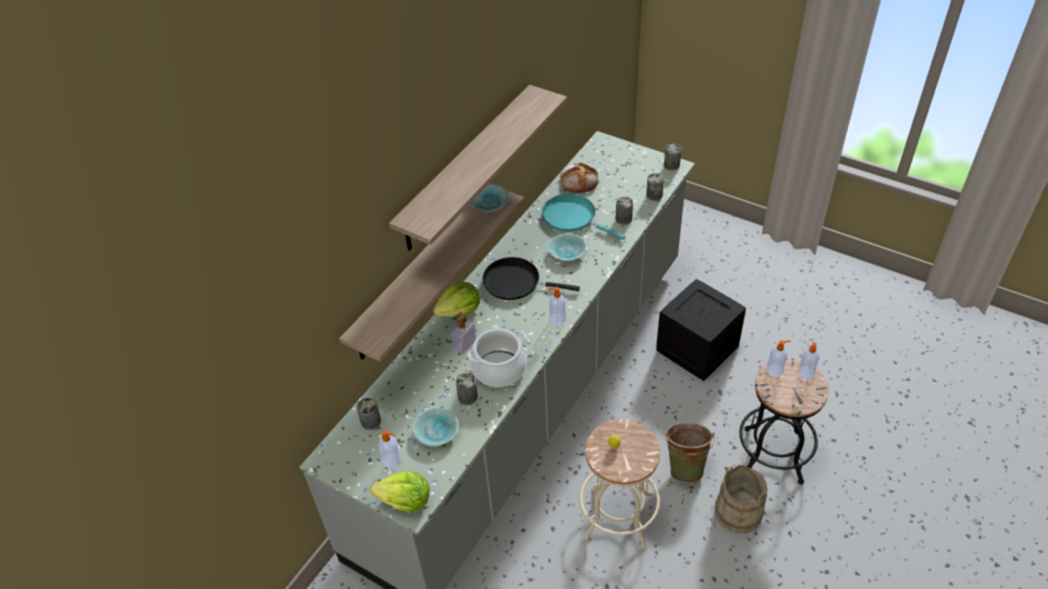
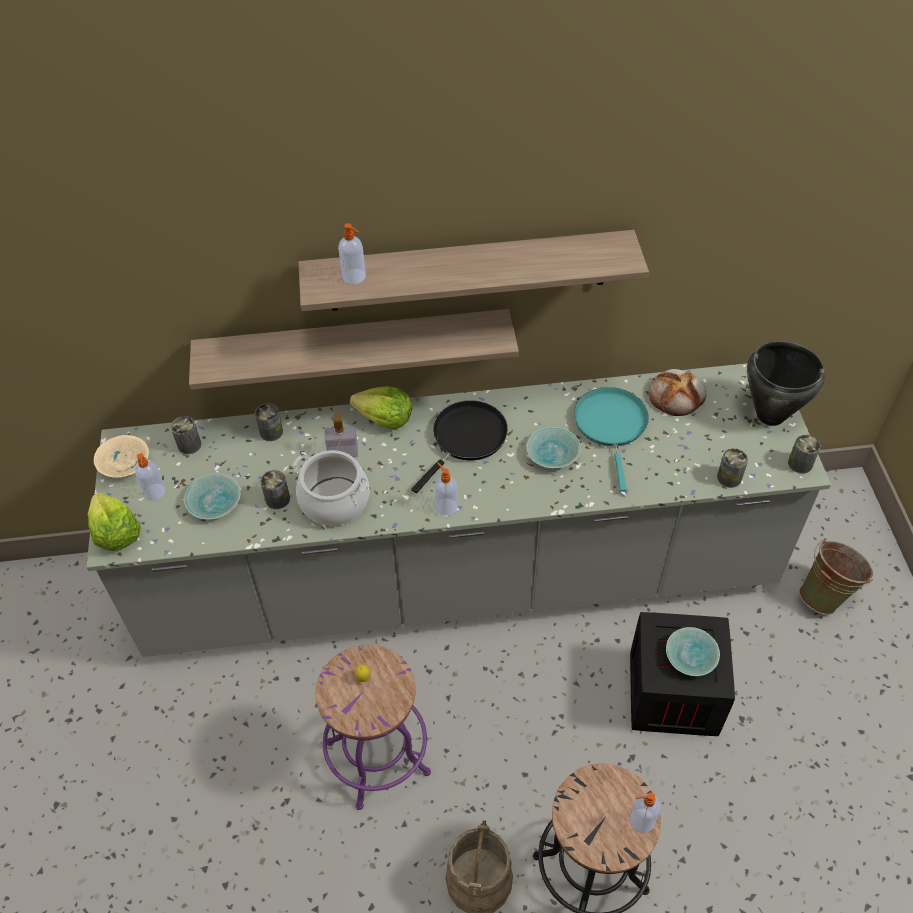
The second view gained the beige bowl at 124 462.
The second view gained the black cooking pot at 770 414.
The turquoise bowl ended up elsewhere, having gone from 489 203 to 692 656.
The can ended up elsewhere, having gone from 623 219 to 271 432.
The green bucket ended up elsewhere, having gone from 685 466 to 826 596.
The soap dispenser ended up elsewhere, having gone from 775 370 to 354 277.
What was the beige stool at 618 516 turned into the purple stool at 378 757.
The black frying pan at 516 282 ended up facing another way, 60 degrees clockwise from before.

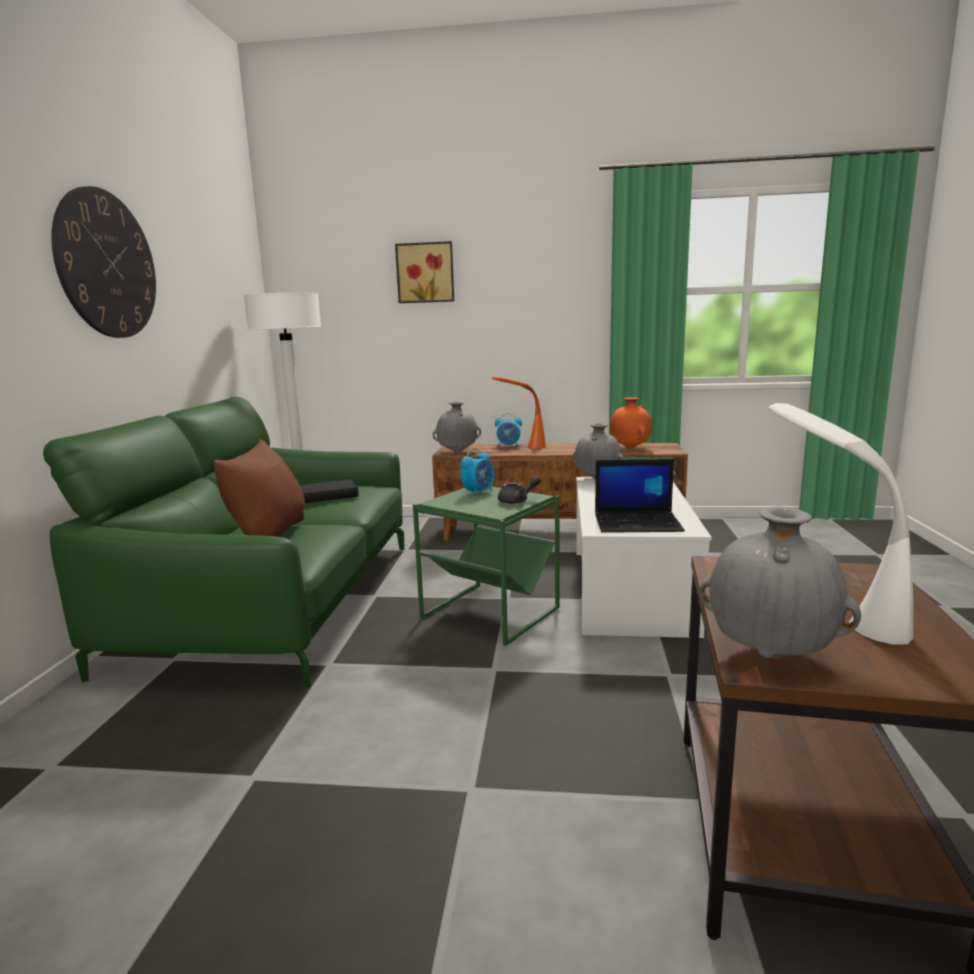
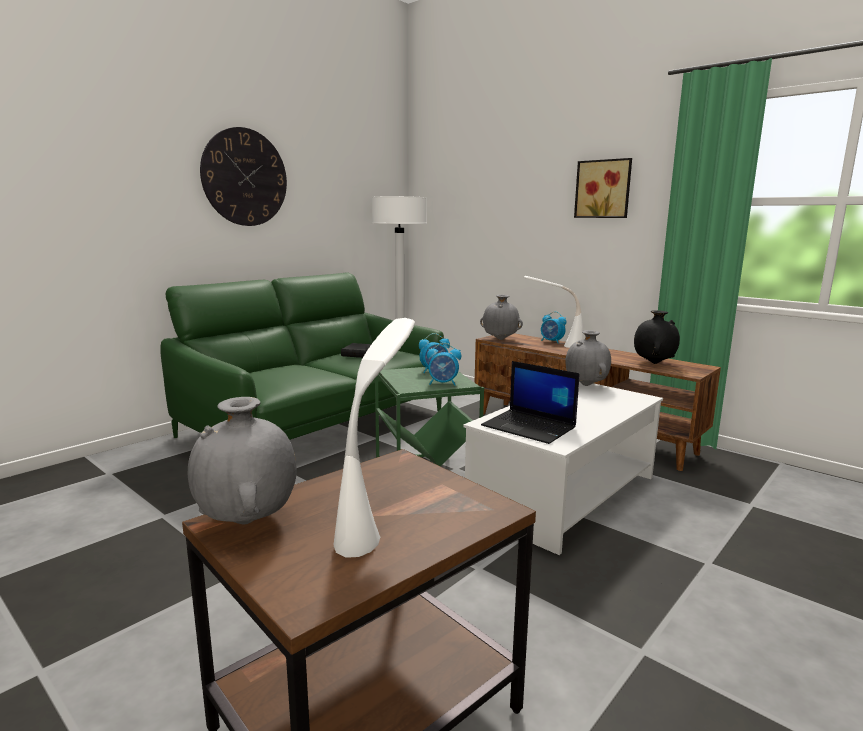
The second view lost the brown pillow at 269 535.
The picture ended up elsewhere, having gone from 425 273 to 603 189.
Where the grey teapot stood at 517 501, the alarm clock came to stand at 443 383.
What was the orange table lamp at 520 450 turned into the white table lamp at 552 347.
What was the orange vase at 629 448 turned into the black vase at 653 363.

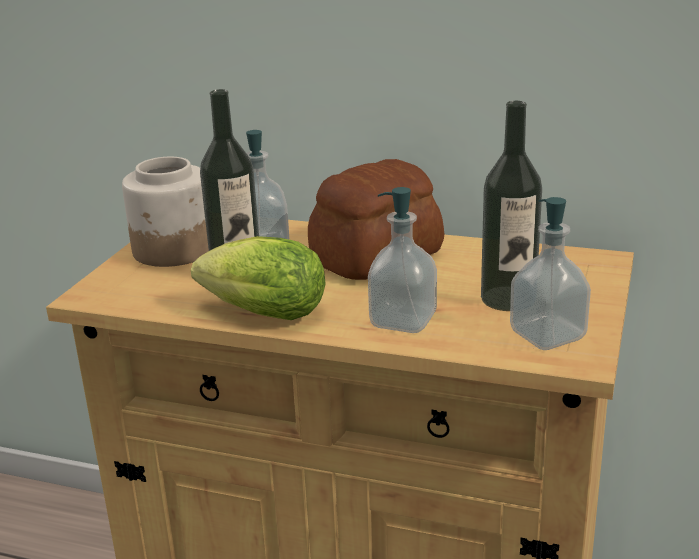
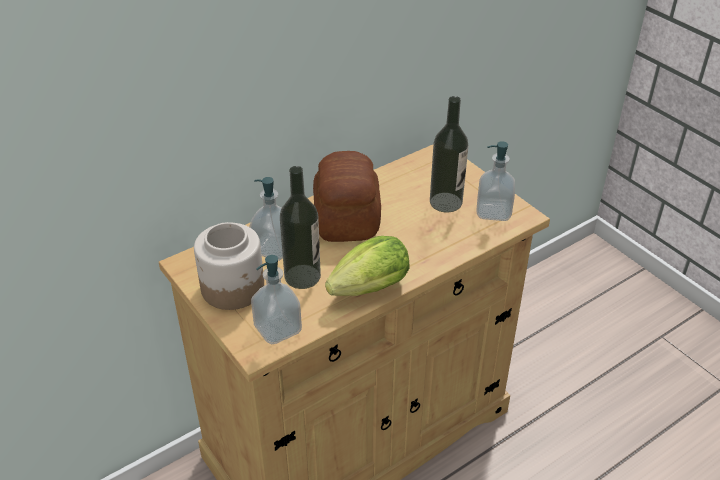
The soap dispenser ended up elsewhere, having gone from 403 320 to 278 329.

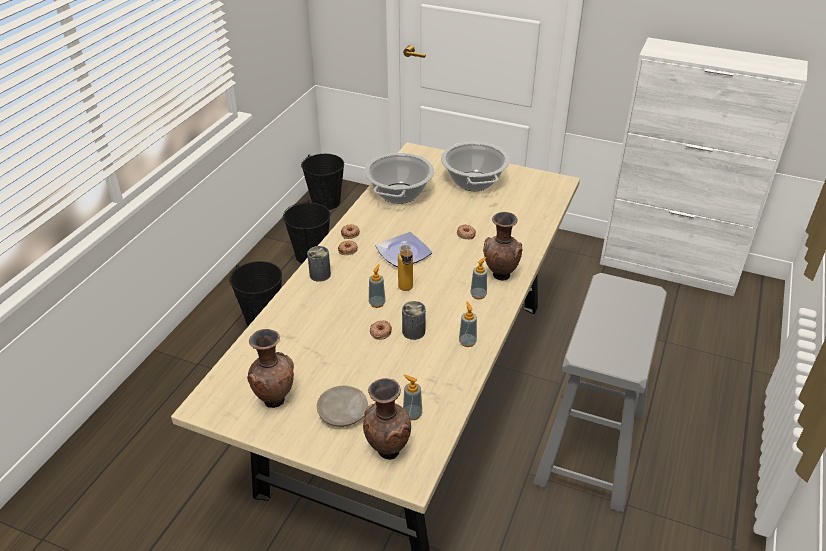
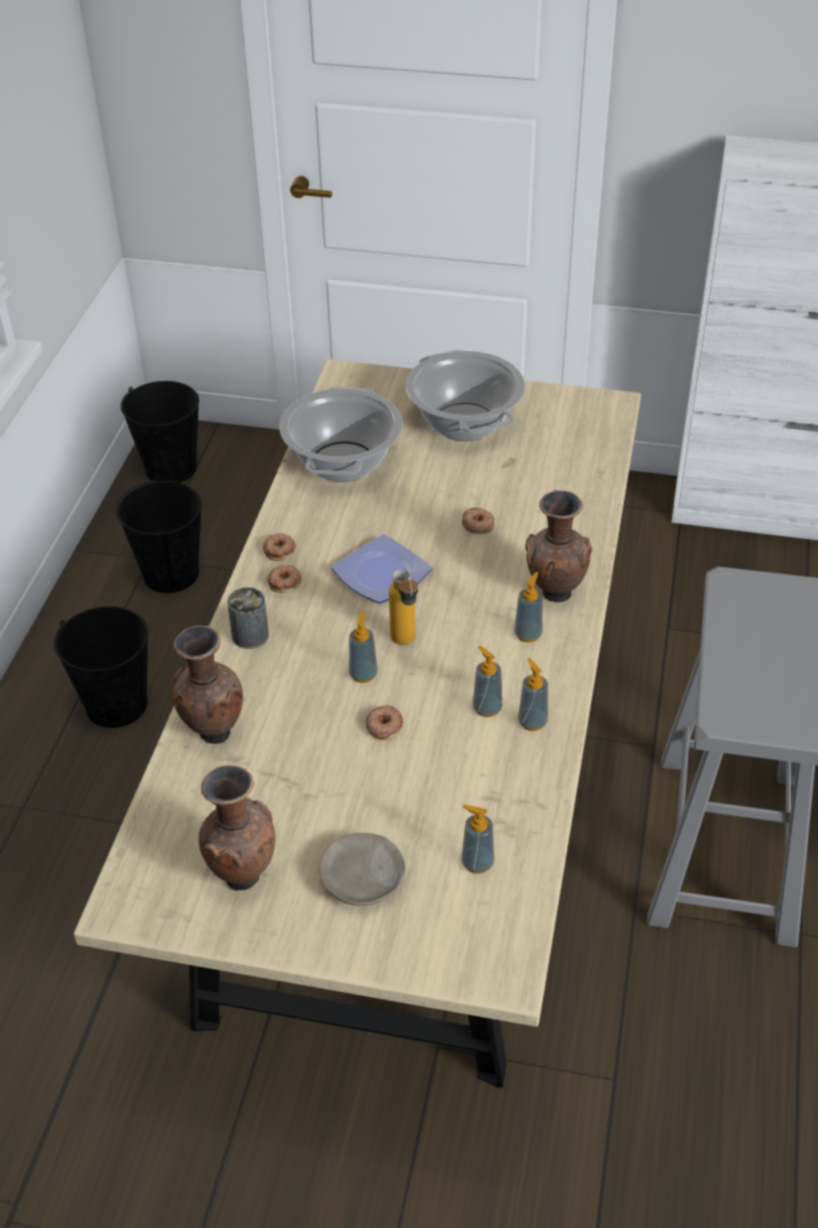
The second view lost the can at 413 331.
The second view gained the soap dispenser at 487 708.
The brown vase ended up elsewhere, having gone from 387 451 to 212 733.

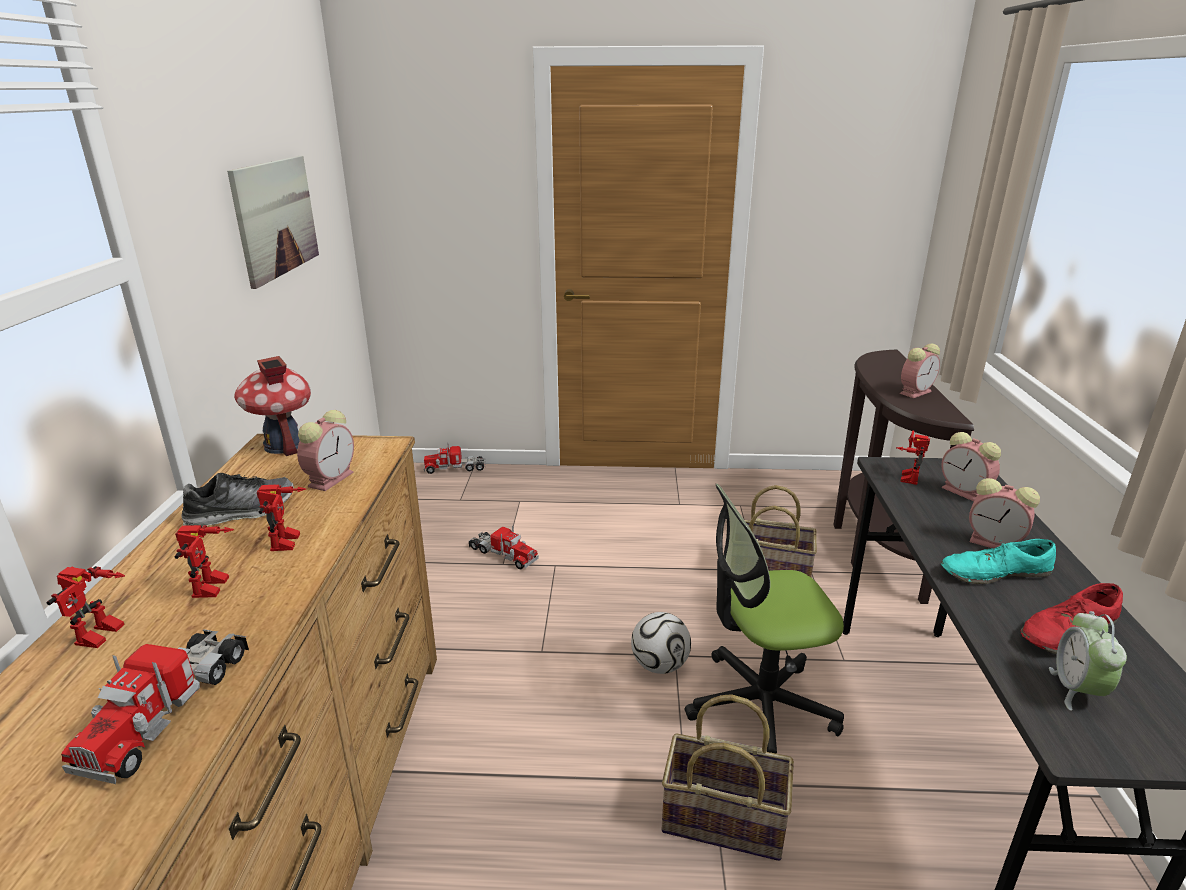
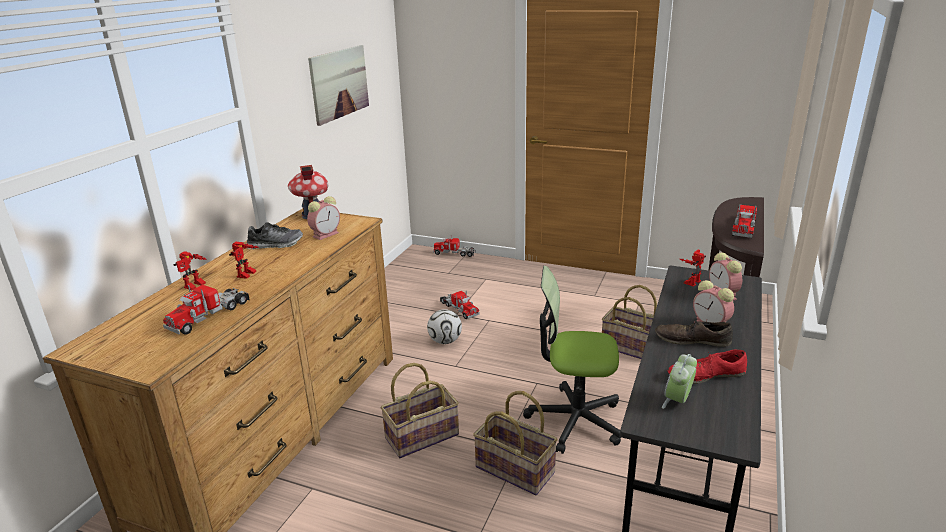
The second view lost the toy robot at 289 543.
The second view gained the basket at 422 435.
The football ended up elsewhere, having gone from 660 665 to 445 341.
Where the alarm clock stood at 916 392, the toy truck came to stand at 744 227.
What was the turquoise shoe at 994 572 turned into the brown shoe at 692 340.

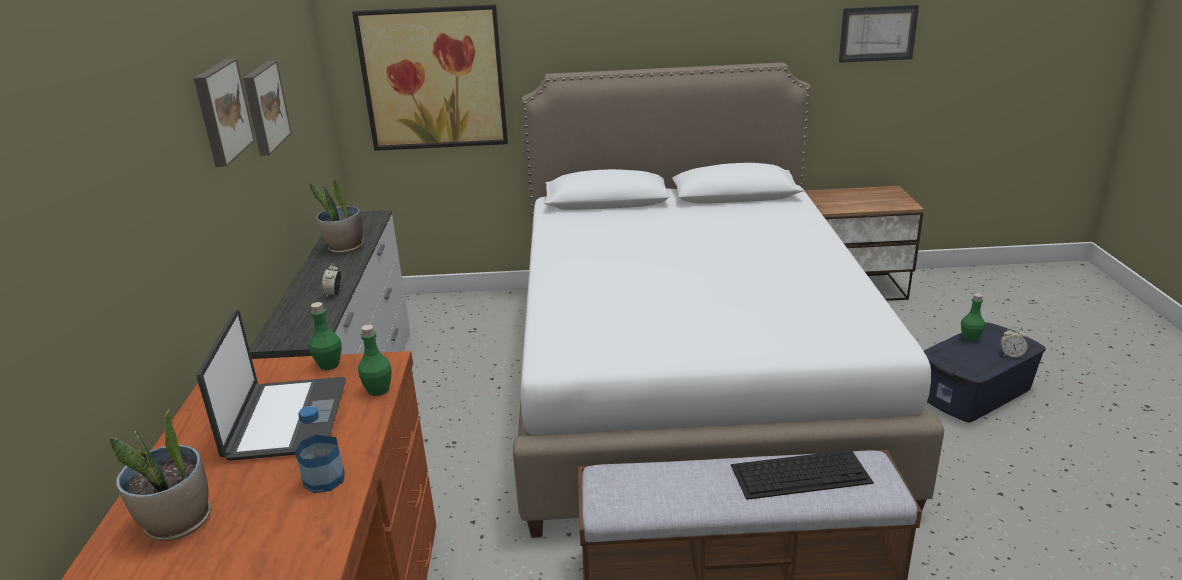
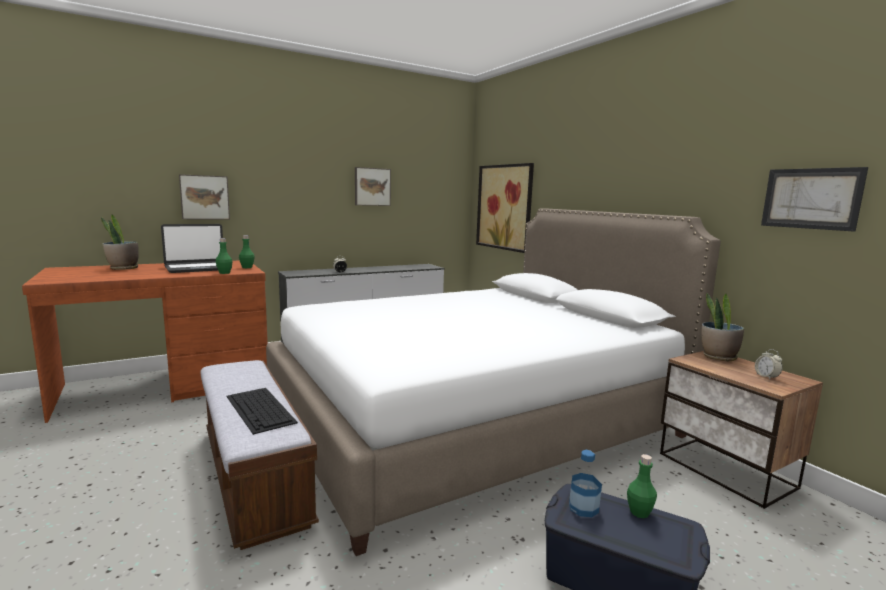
The picture ended up elsewhere, having gone from 220 111 to 204 197.
The bottle ended up elsewhere, having gone from 324 479 to 583 508.
The potted plant ended up elsewhere, having gone from 345 248 to 718 357.
The alarm clock ended up elsewhere, having gone from 1011 354 to 766 377.

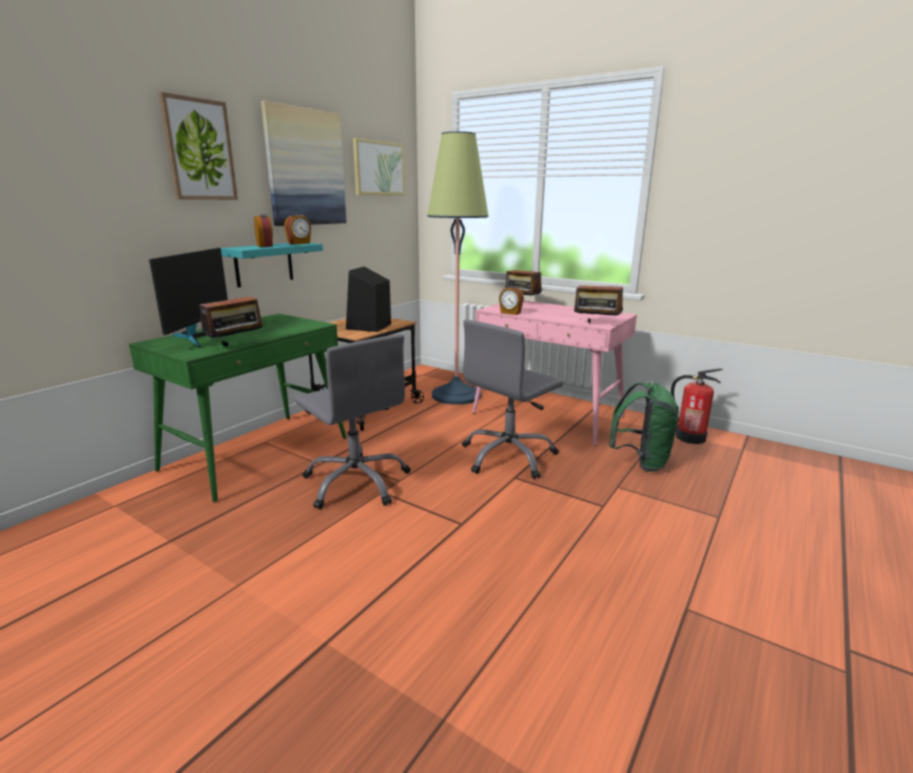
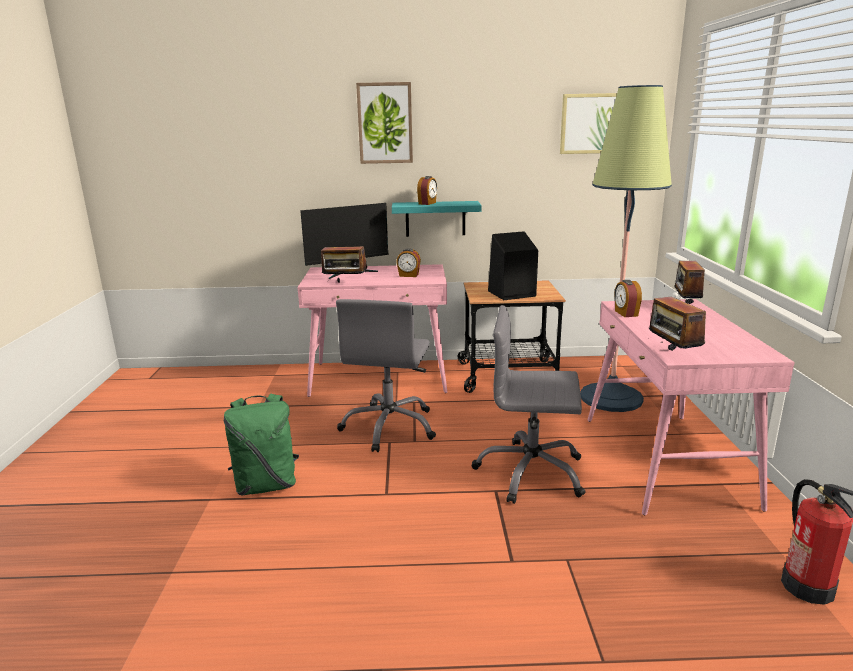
The second view lost the picture at 305 168.
The alarm clock ended up elsewhere, having gone from 299 243 to 408 275.
The green backpack ended up elsewhere, having gone from 641 462 to 266 485.
What was the green desk at 257 453 turned into the pink desk at 380 377.

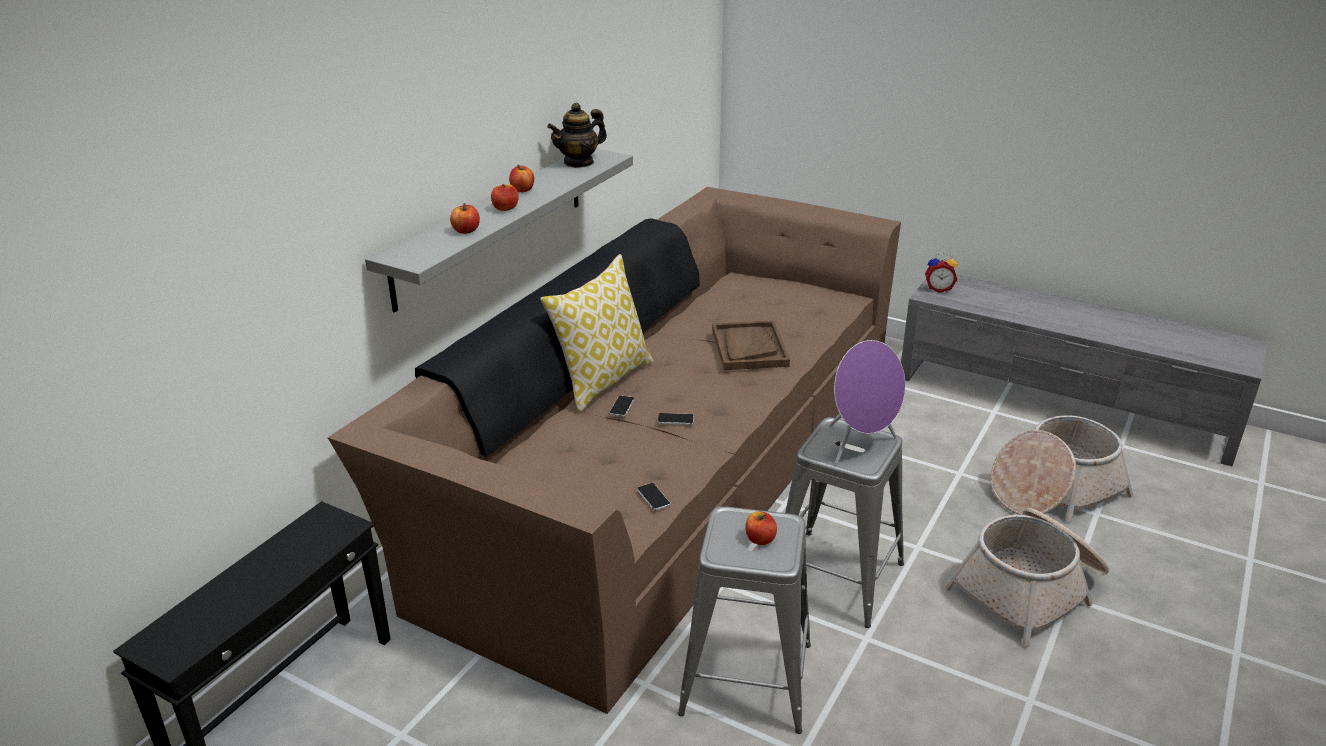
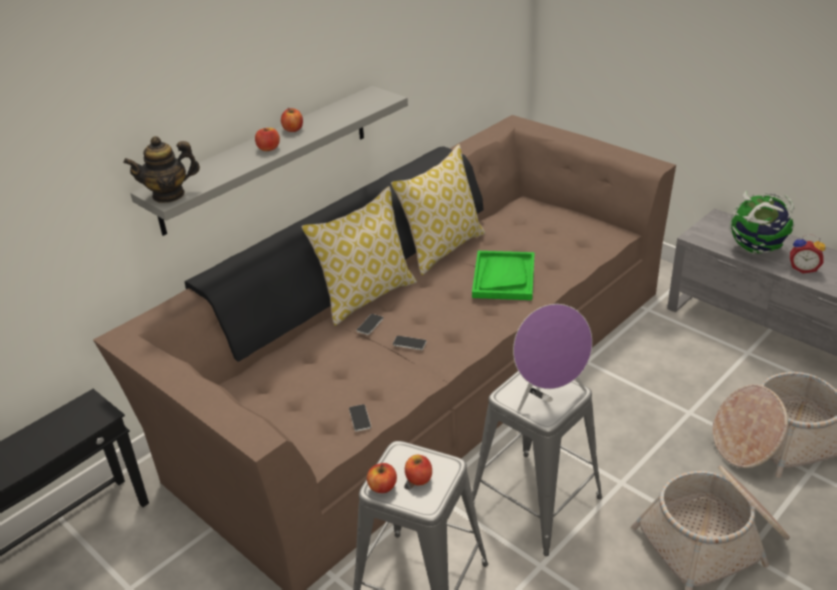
The second view gained the pillow at 442 248.
The second view gained the globe at 757 249.
The apple ended up elsewhere, having gone from 466 231 to 382 487.
The teapot ended up elsewhere, having gone from 579 162 to 169 195.
The alarm clock ended up elsewhere, having gone from 938 289 to 803 268.
What was the brown tray at 749 348 turned into the green tray at 503 277.

